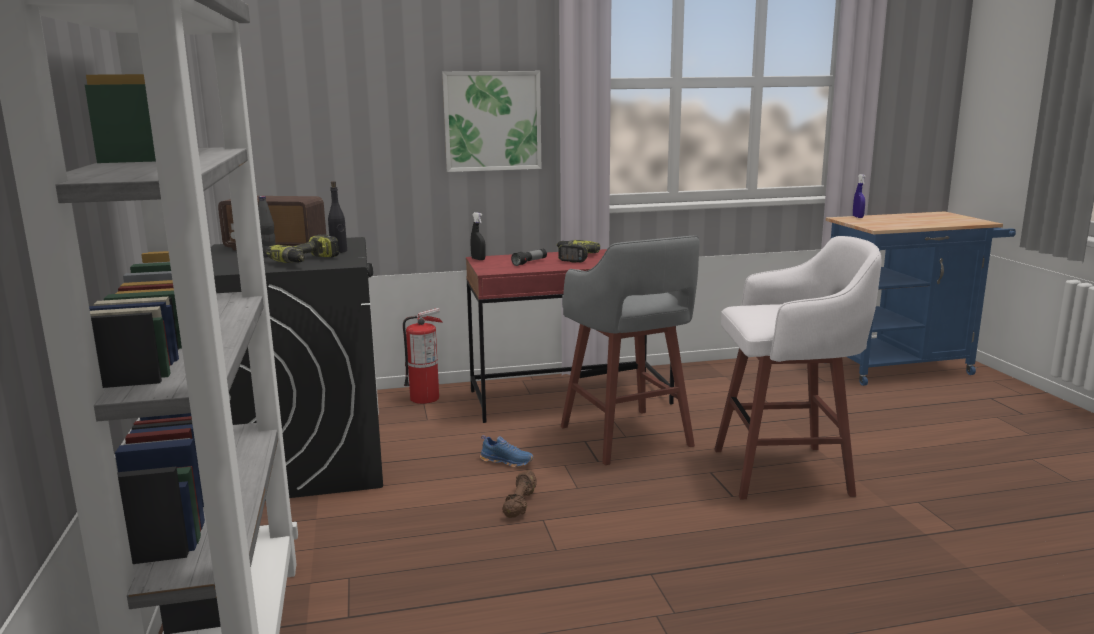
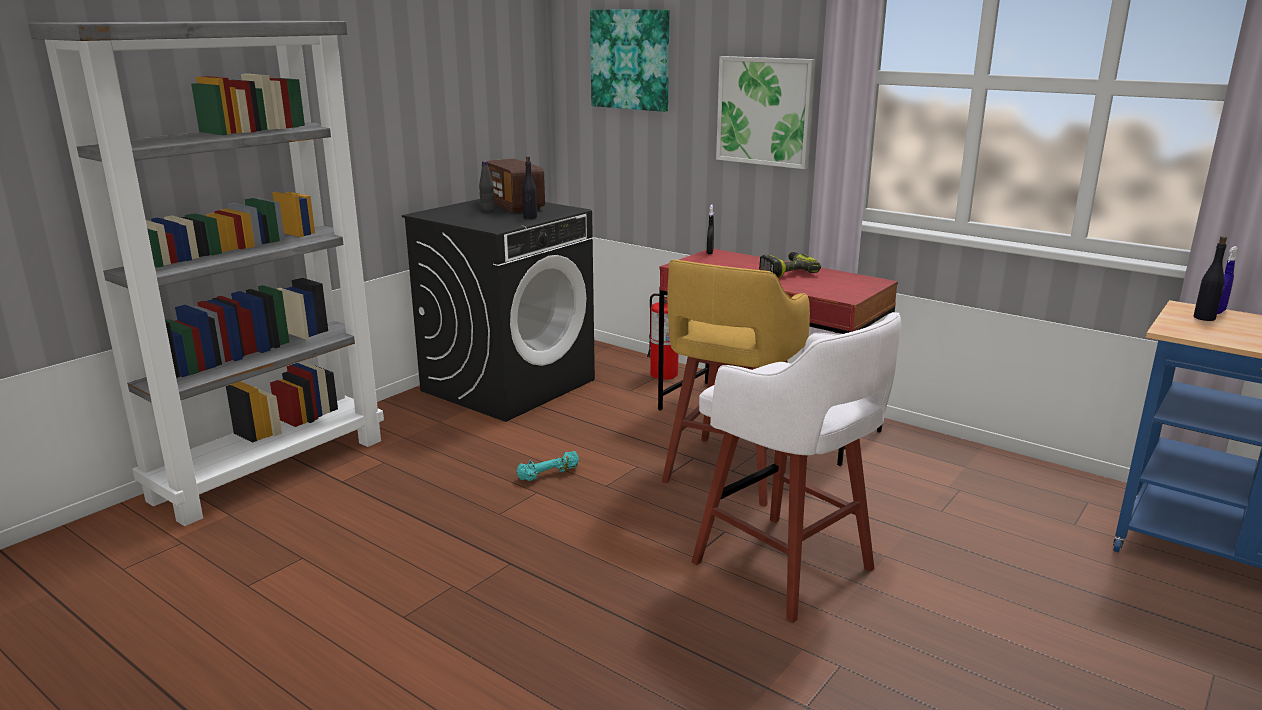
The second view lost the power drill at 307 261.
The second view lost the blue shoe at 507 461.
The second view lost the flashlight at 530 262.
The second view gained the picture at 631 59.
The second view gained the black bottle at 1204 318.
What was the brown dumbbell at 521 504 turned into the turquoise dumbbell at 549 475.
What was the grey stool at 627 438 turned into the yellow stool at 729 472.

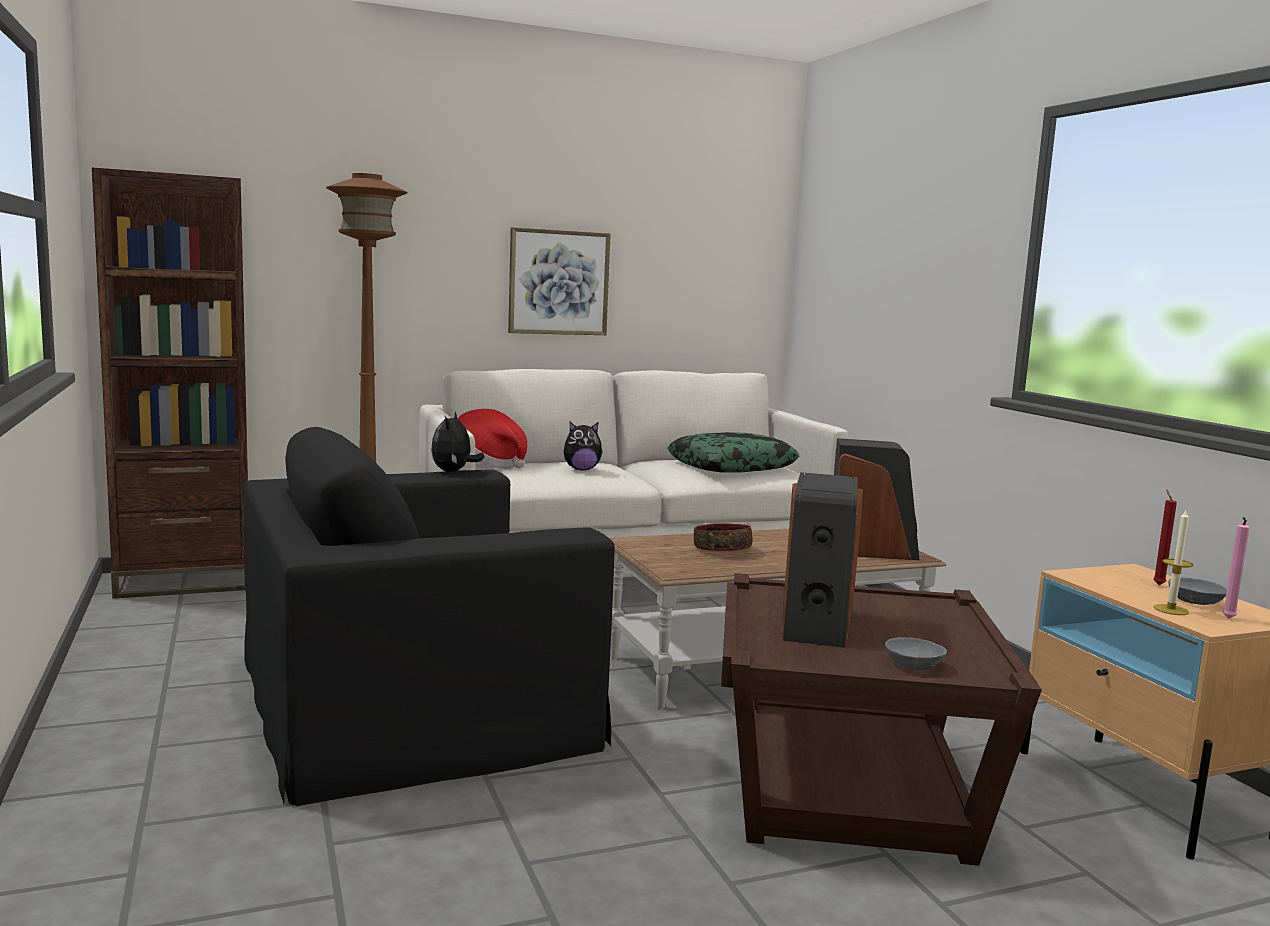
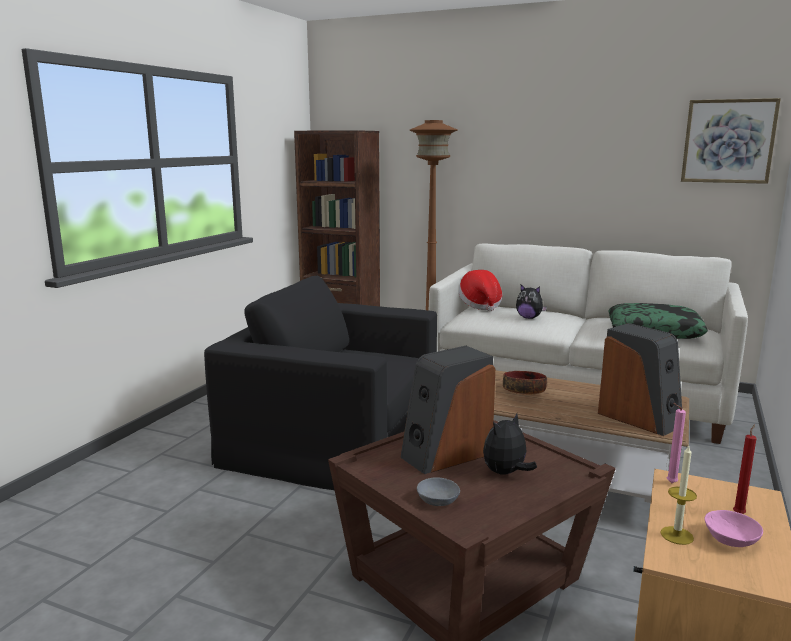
The plush toy ended up elsewhere, having gone from 453 471 to 506 473.
The picture ended up elsewhere, having gone from 558 282 to 728 141.
The pink candle ended up elsewhere, having gone from 1228 619 to 670 483.
What was the grey bowl at 1197 602 turned into the pink bowl at 732 540.

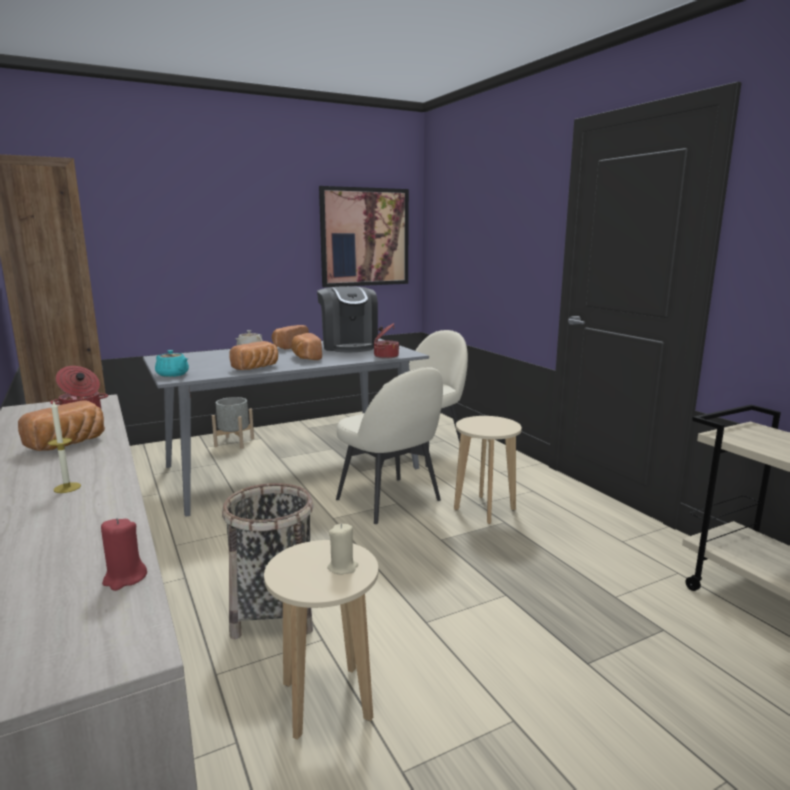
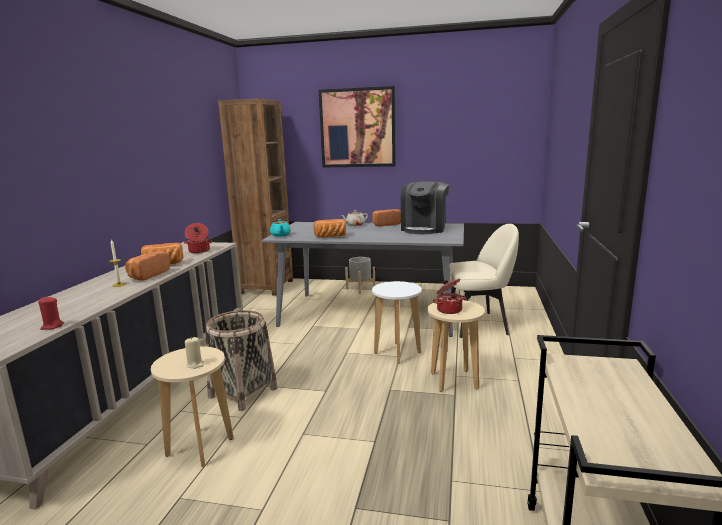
The bread ended up elsewhere, having gone from 305 357 to 147 275.
The picture ended up elsewhere, having gone from 364 237 to 357 128.
The cooking pot ended up elsewhere, having gone from 385 356 to 448 309.
Where the beige chair stood at 390 501, the white stool came to stand at 397 353.

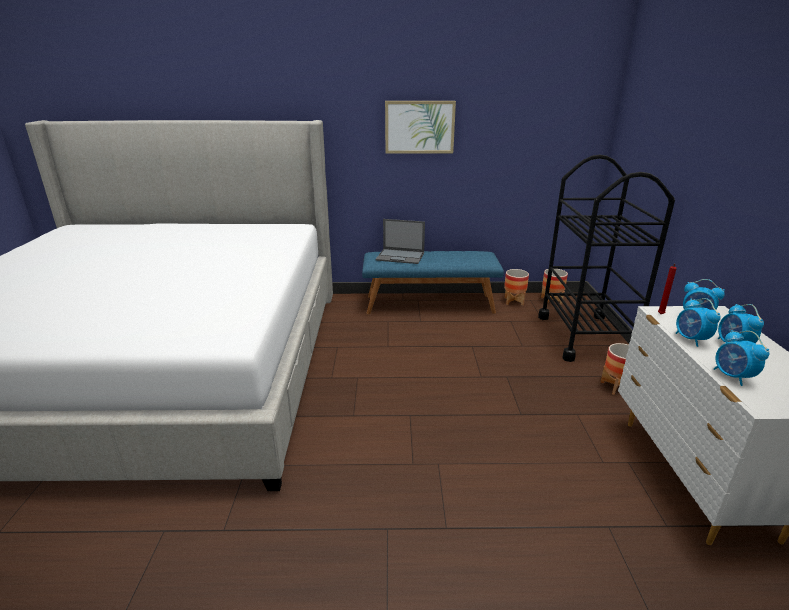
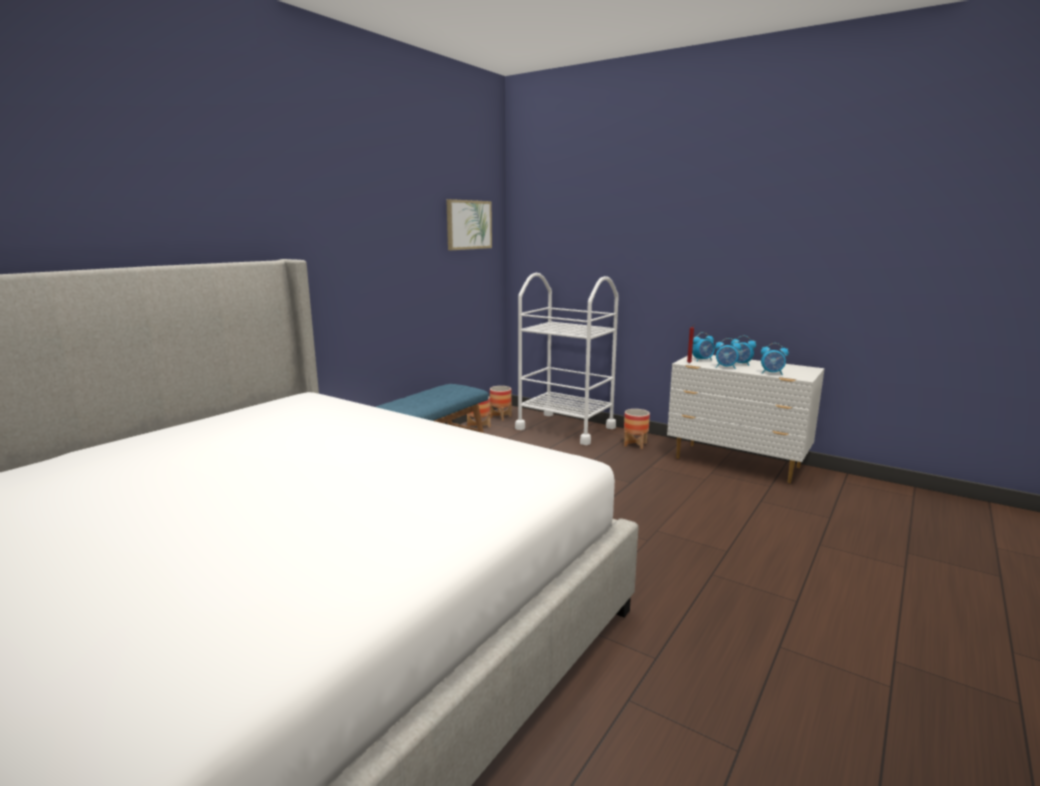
The second view lost the laptop at 401 256.
The picture ended up elsewhere, having gone from 419 127 to 468 225.
What was the black cart at 585 336 turned into the white cart at 565 428.

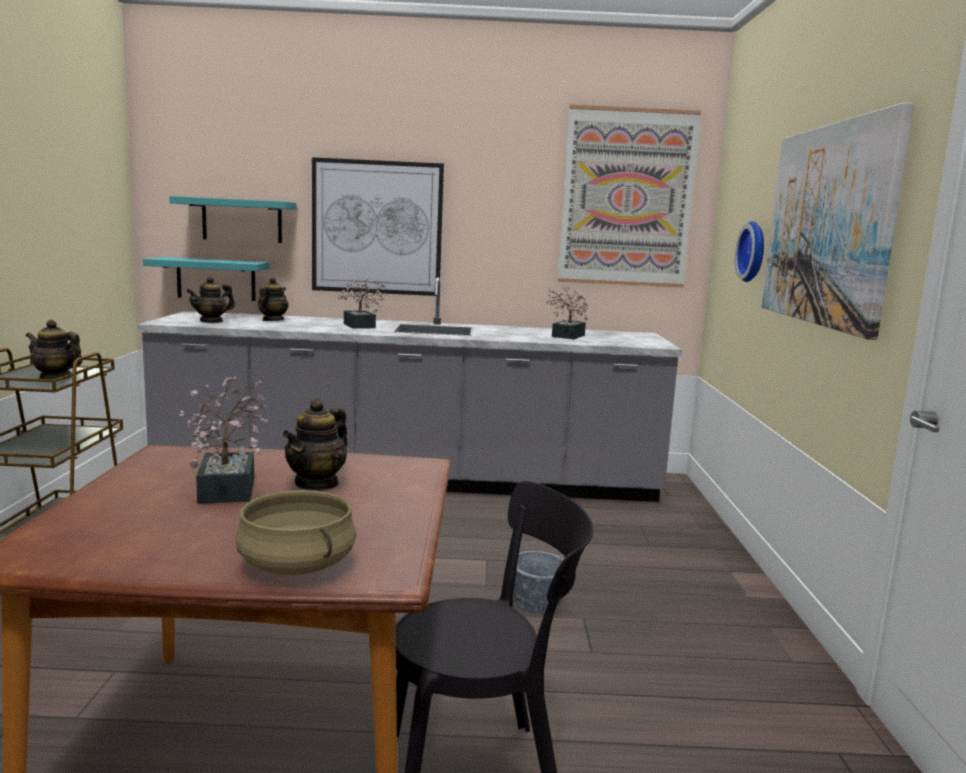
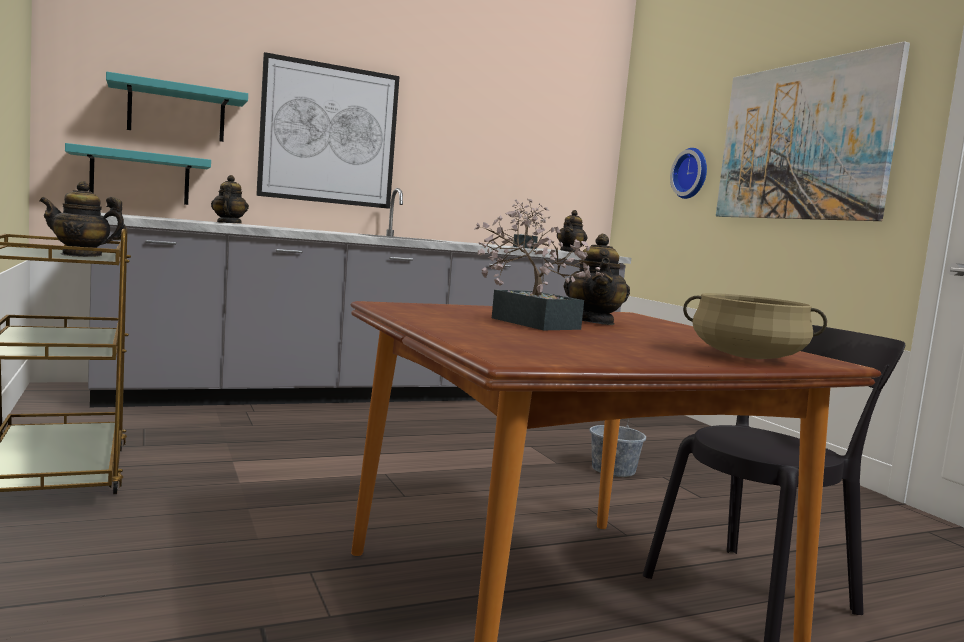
The second view lost the potted plant at 360 326.
The second view lost the picture at 627 198.
The teapot ended up elsewhere, having gone from 211 321 to 570 252.

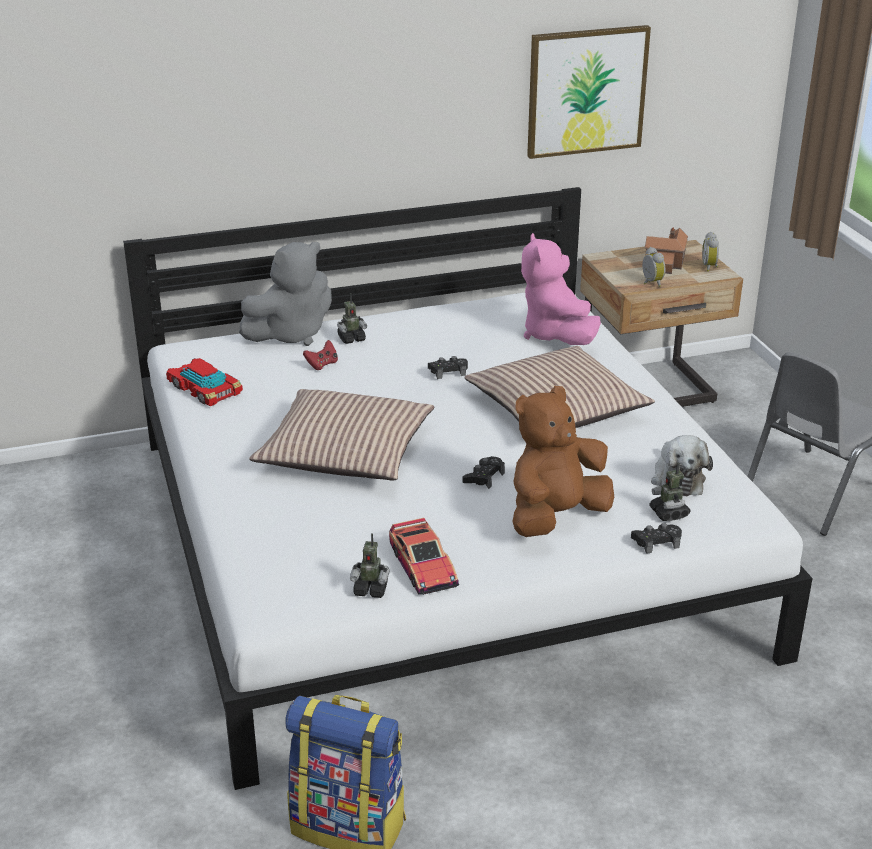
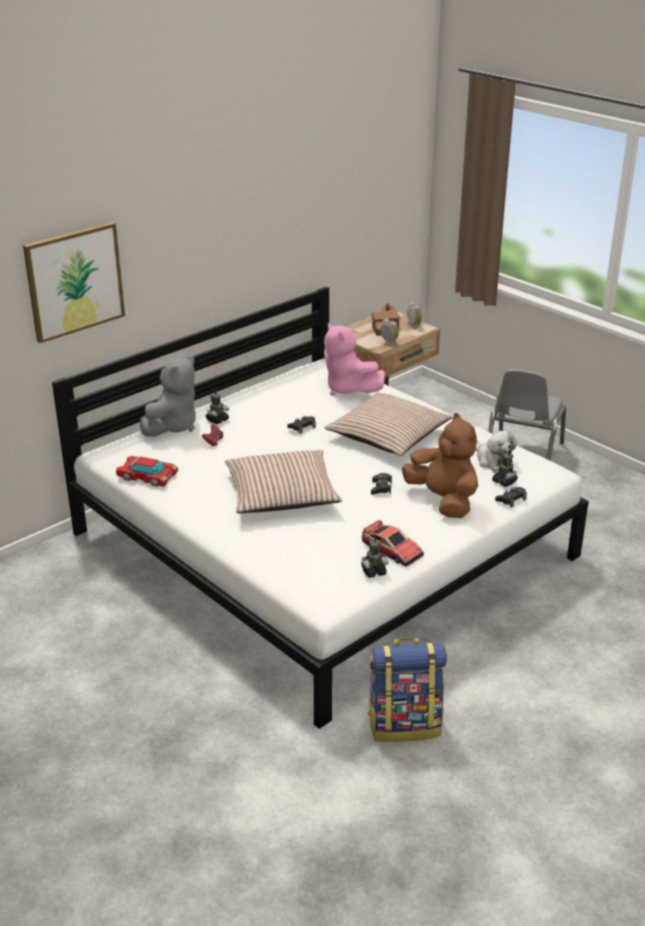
The picture ended up elsewhere, having gone from 586 91 to 74 281.
The brown plush toy at 555 517 ended up facing another way, 120 degrees clockwise from before.

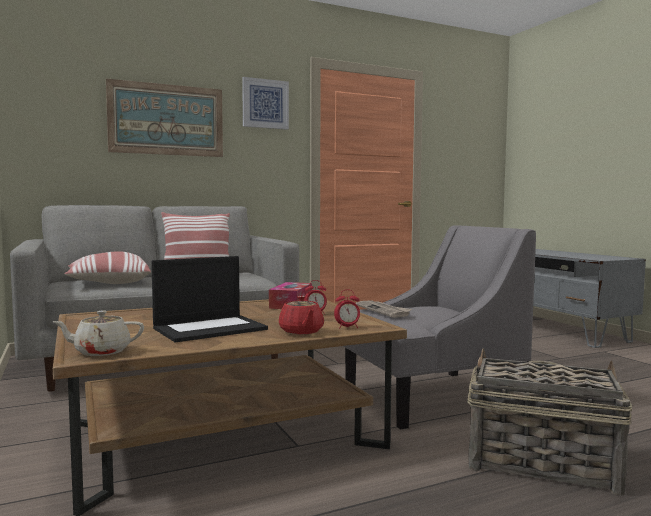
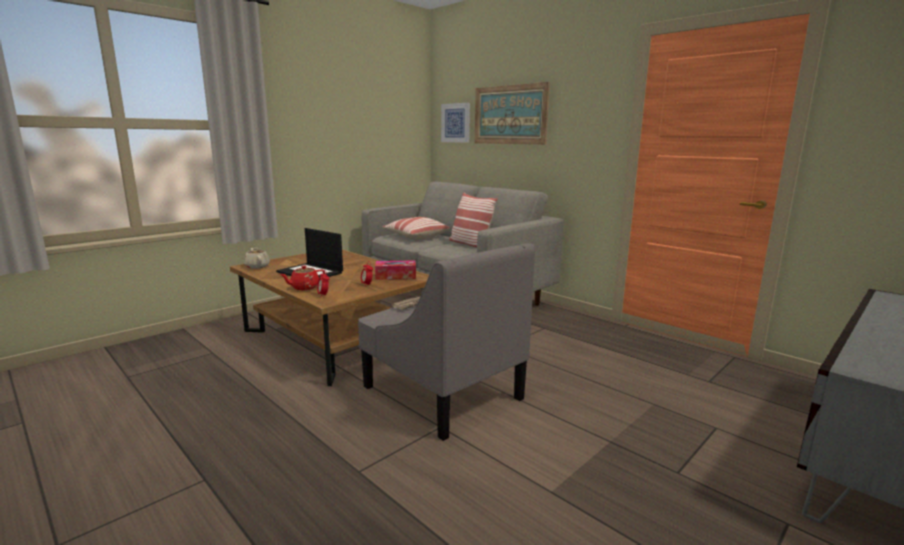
The second view lost the basket at 539 462.
The picture ended up elsewhere, having gone from 265 104 to 456 123.

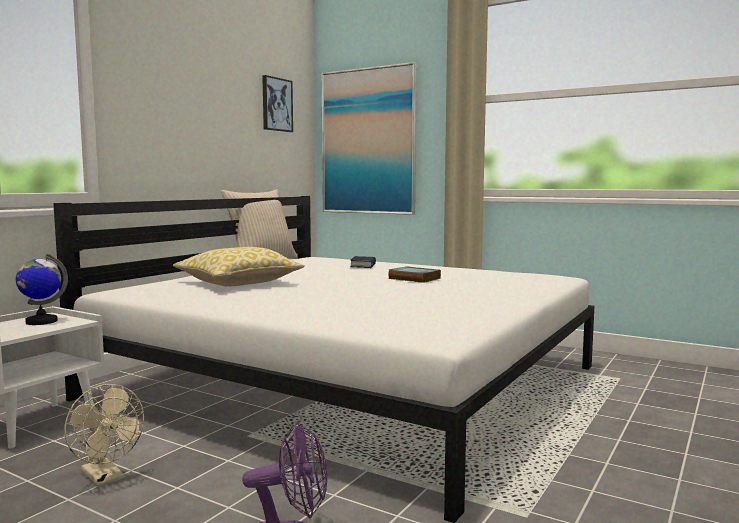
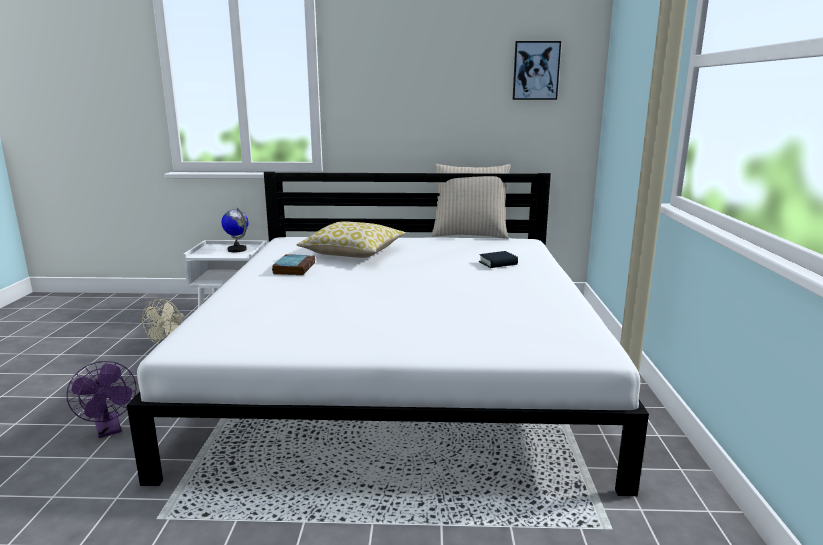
The second view lost the picture at 368 141.
The book ended up elsewhere, having gone from 413 278 to 294 268.

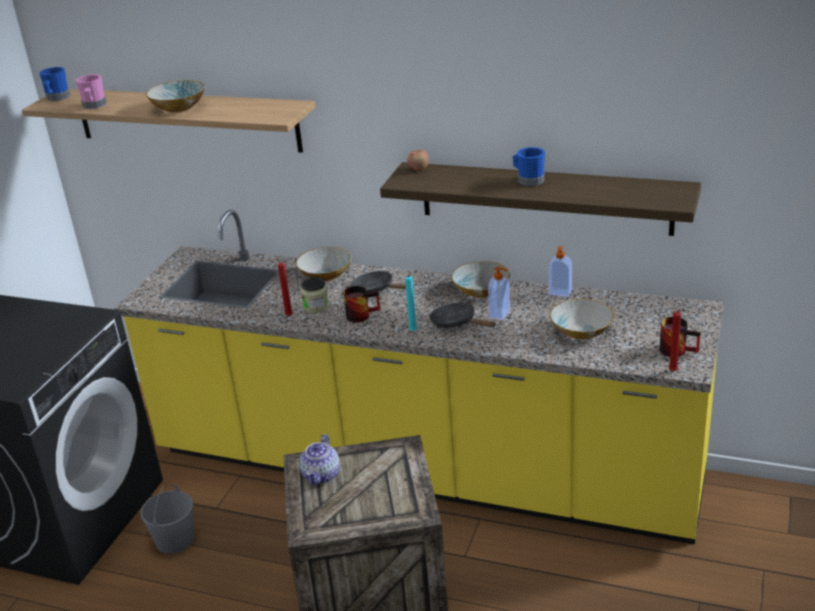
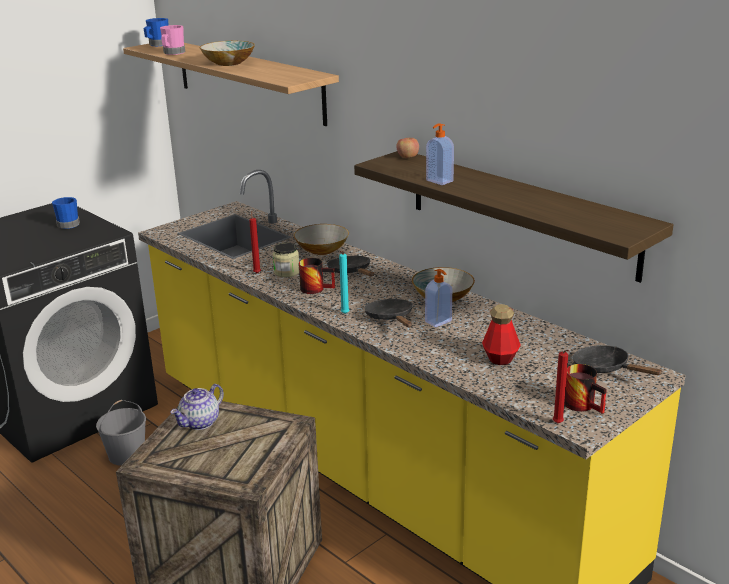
The second view gained the black frying pan at 605 368.
The blue mug ended up elsewhere, having gone from 528 180 to 68 224.
The soap dispenser ended up elsewhere, having gone from 560 293 to 439 181.
Where the bowl stood at 580 331, the bottle came to stand at 500 358.

